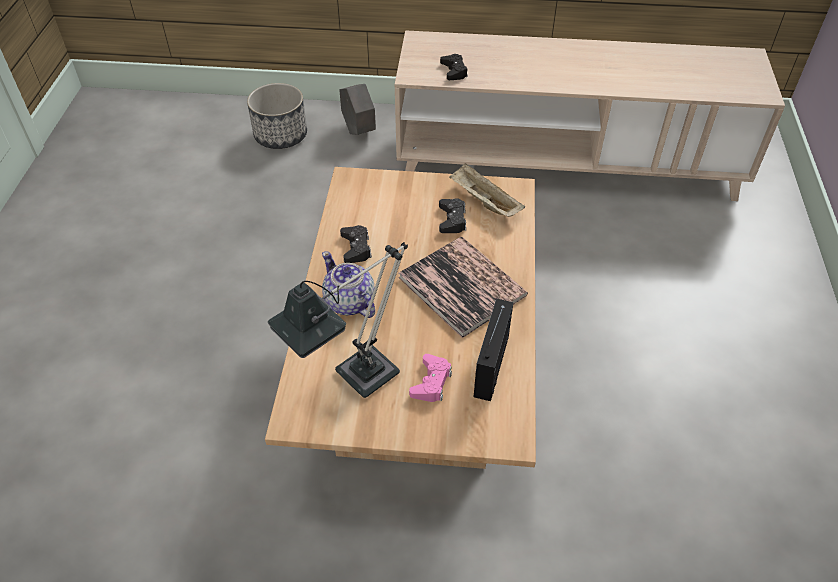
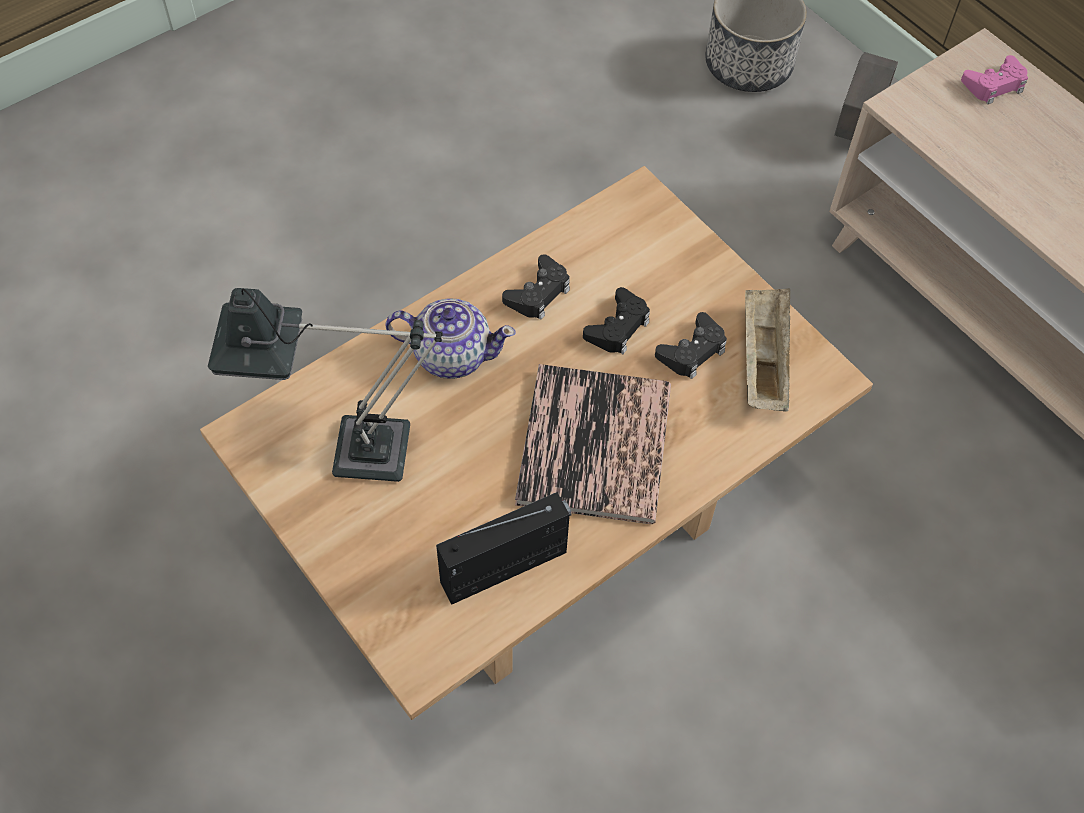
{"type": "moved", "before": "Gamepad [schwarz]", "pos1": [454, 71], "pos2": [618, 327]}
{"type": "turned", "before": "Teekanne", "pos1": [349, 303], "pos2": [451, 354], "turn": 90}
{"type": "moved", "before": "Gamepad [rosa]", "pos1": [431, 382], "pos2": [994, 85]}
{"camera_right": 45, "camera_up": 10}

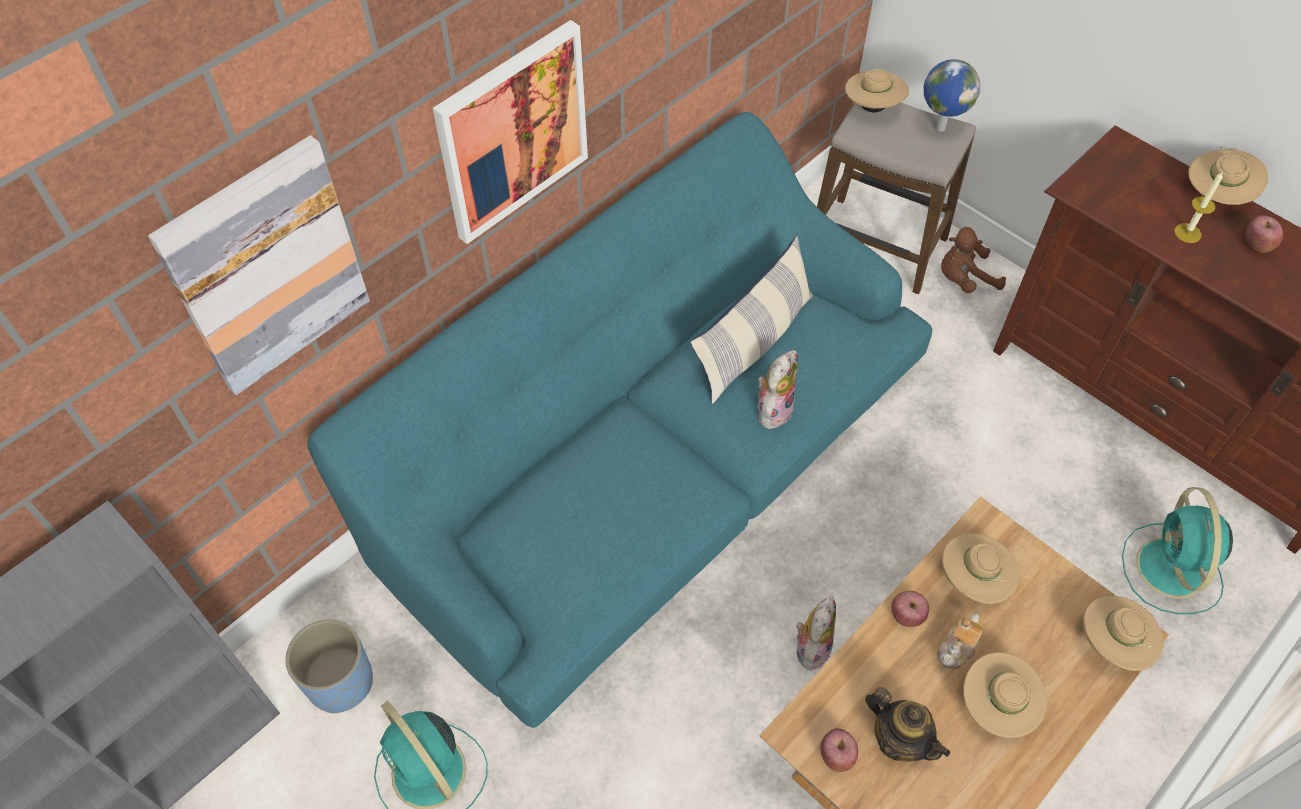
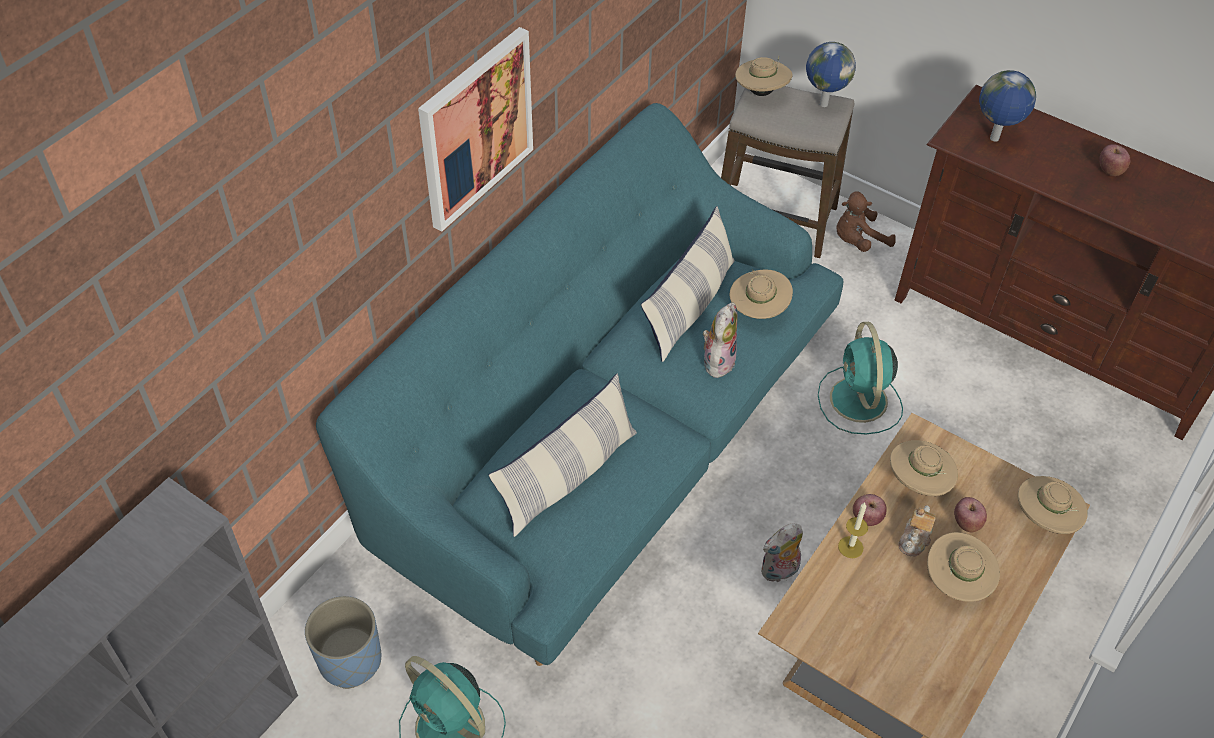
{"type": "removed", "before": "Bild", "pos1": [267, 268]}
{"type": "moved", "before": "Hut [beige]", "pos1": [1215, 196], "pos2": [758, 309]}
{"type": "moved", "before": "Kerze", "pos1": [1187, 233], "pos2": [850, 547]}
{"type": "moved", "before": "Ventilator [türkis]", "pos1": [1170, 571], "pos2": [859, 402]}
{"type": "turned", "before": "Plüschtier", "pos1": [811, 647], "pos2": [779, 572], "turn": -135}
{"type": "removed", "before": "Teekanne", "pos1": [899, 740]}
{"type": "moved", "before": "Apfel", "pos1": [836, 756], "pos2": [966, 523]}
{"type": "added", "after": "Globus", "pos2": [994, 139]}
{"type": "added", "after": "Kissen", "pos2": [568, 476]}
{"camera_right": -10, "camera_up": -5}

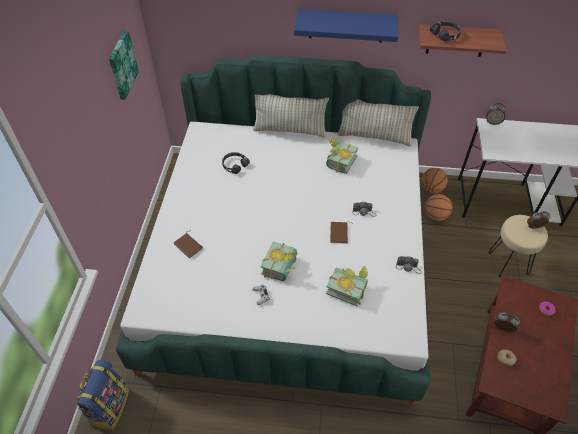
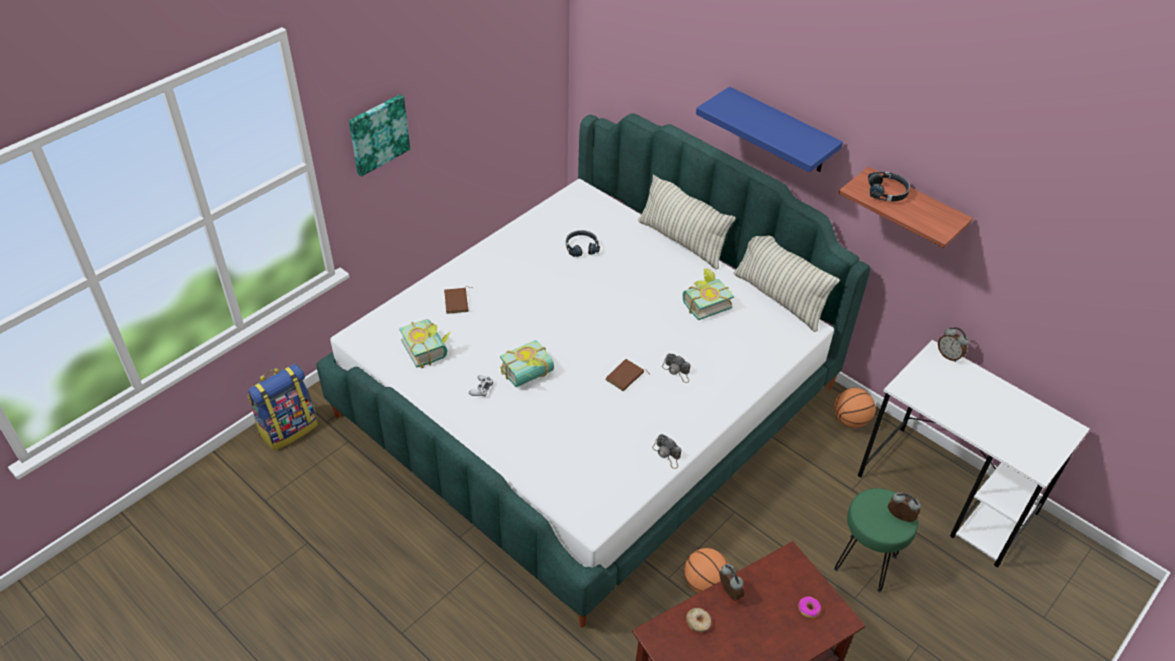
{"type": "moved", "before": "Bild", "pos1": [122, 65], "pos2": [378, 134]}
{"type": "moved", "before": "Basketball", "pos1": [435, 216], "pos2": [704, 583]}
{"type": "recoloured", "before": "Hocker [beige]", "after": "Hocker [grün]", "pos1": [508, 263], "pos2": [864, 563]}
{"type": "moved", "before": "Buch", "pos1": [347, 287], "pos2": [429, 349]}
{"camera_right": 35, "camera_up": -5}

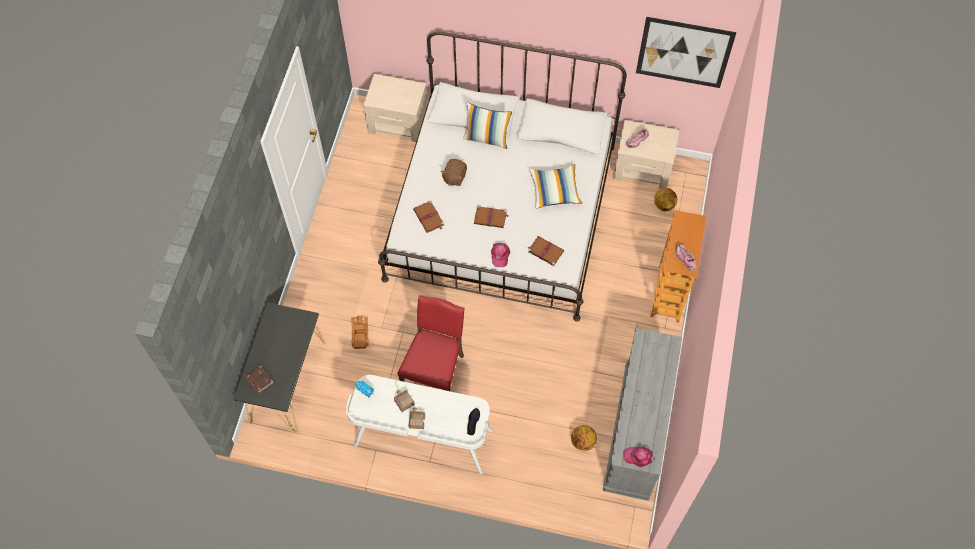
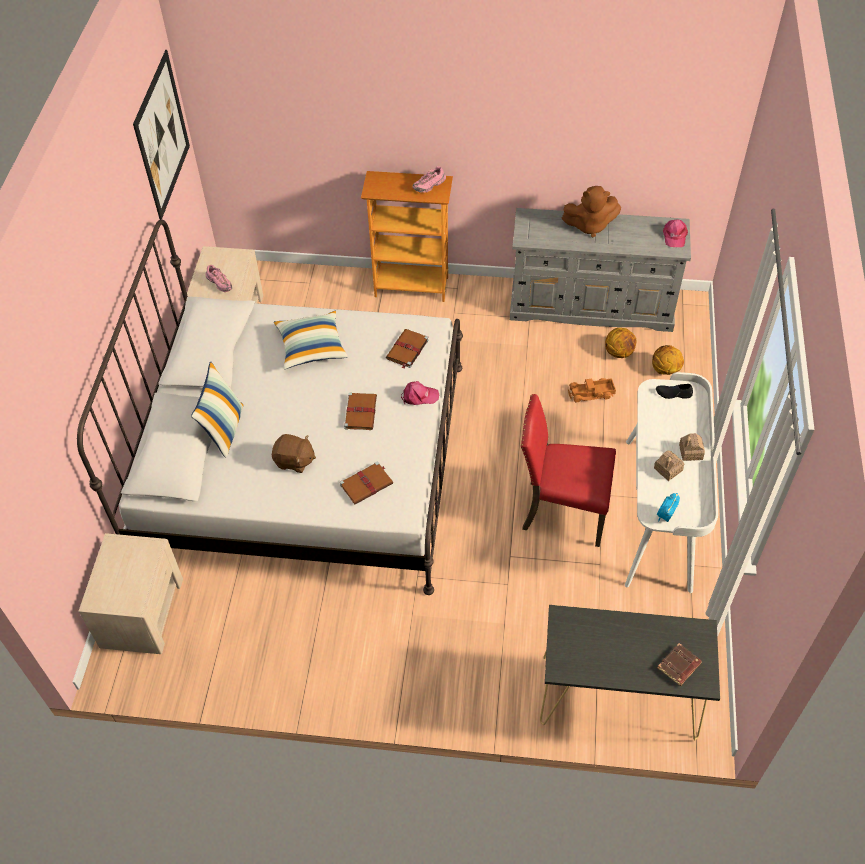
{"type": "moved", "before": "Basketball", "pos1": [664, 205], "pos2": [665, 370]}
{"type": "moved", "before": "Spielzeuglaster", "pos1": [359, 334], "pos2": [591, 394]}
{"type": "added", "after": "Plüschtier [braun]", "pos2": [589, 225]}
{"camera_right": -95, "camera_up": -10}

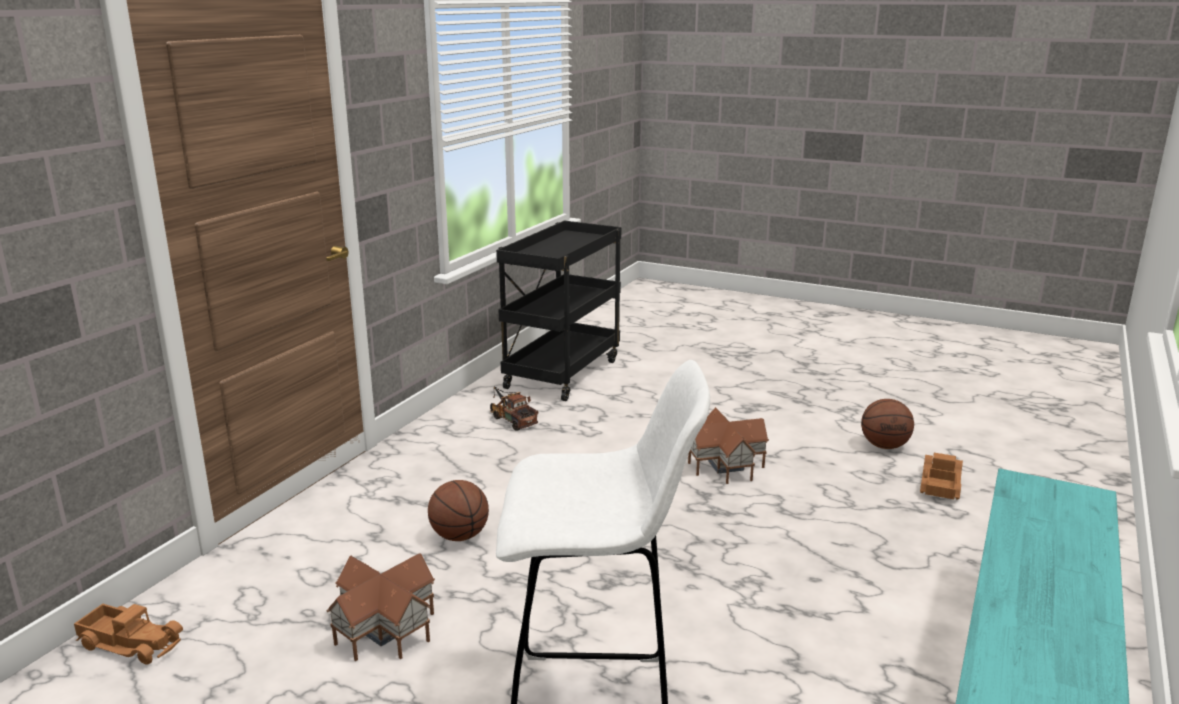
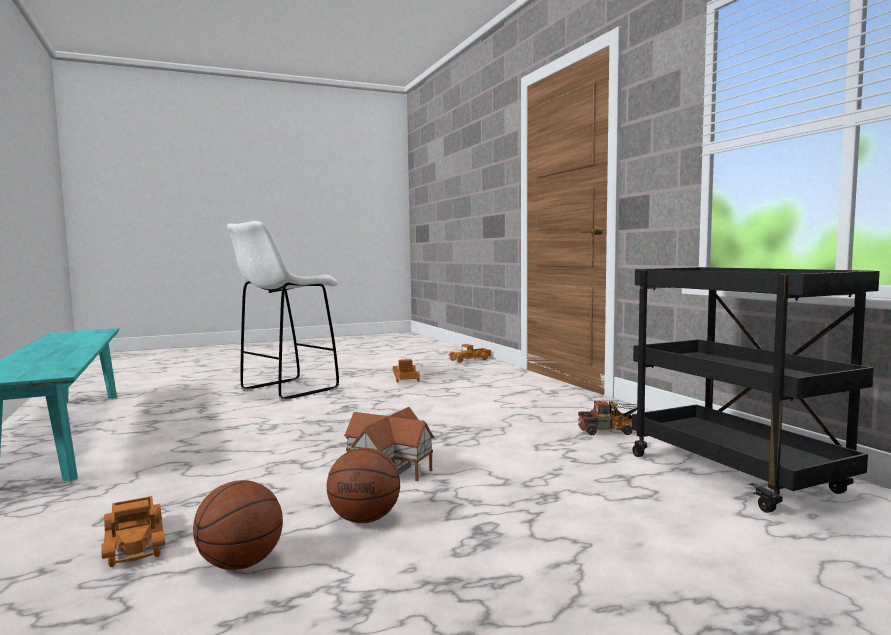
{"type": "moved", "before": "Basketball", "pos1": [459, 536], "pos2": [365, 519]}
{"type": "replaced", "before": "Spielzeughaus", "after": "Spielzeuglaster", "pos1": [387, 629], "pos2": [405, 378]}
{"camera_right": 130, "camera_up": -15}

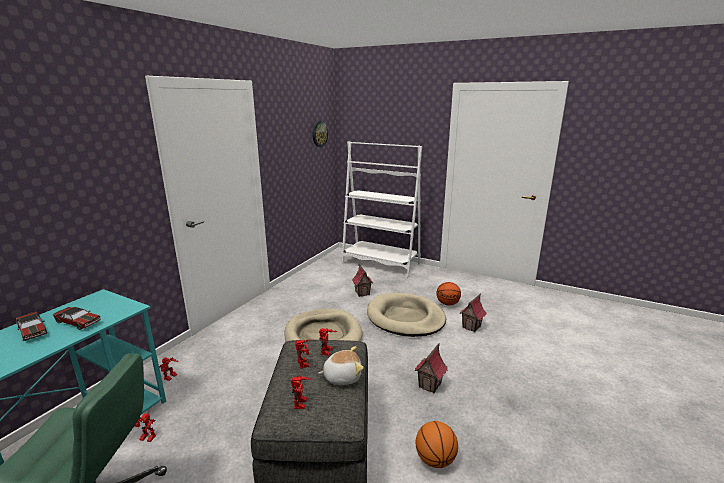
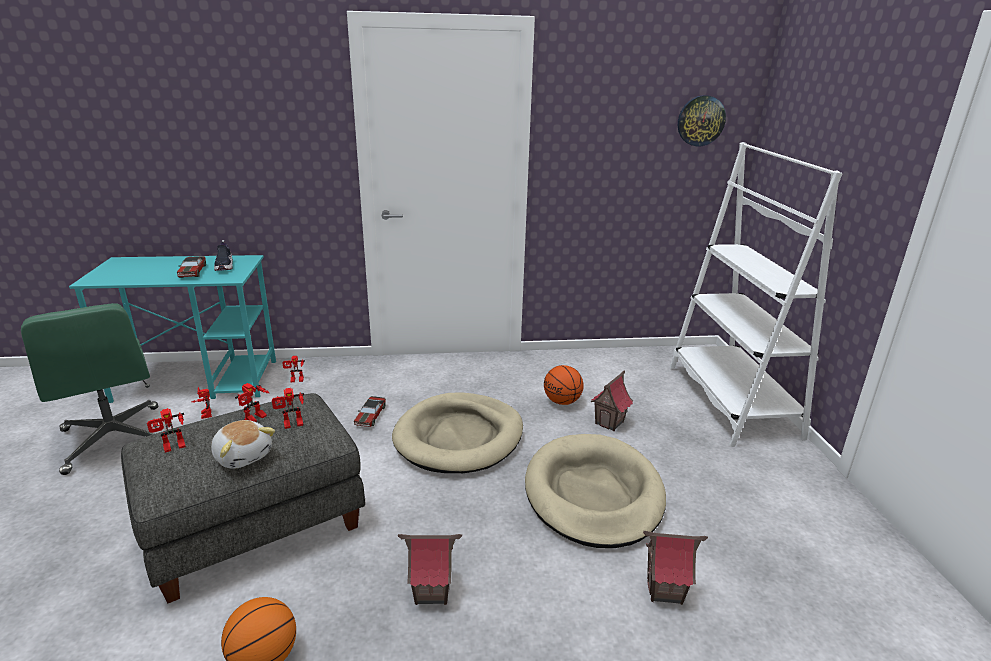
{"type": "moved", "before": "Basketball", "pos1": [448, 304], "pos2": [562, 402]}
{"type": "moved", "before": "Spielzeugauto", "pos1": [32, 330], "pos2": [370, 416]}
{"type": "added", "after": "Schuh", "pos2": [224, 266]}
{"camera_right": 55, "camera_up": 5}

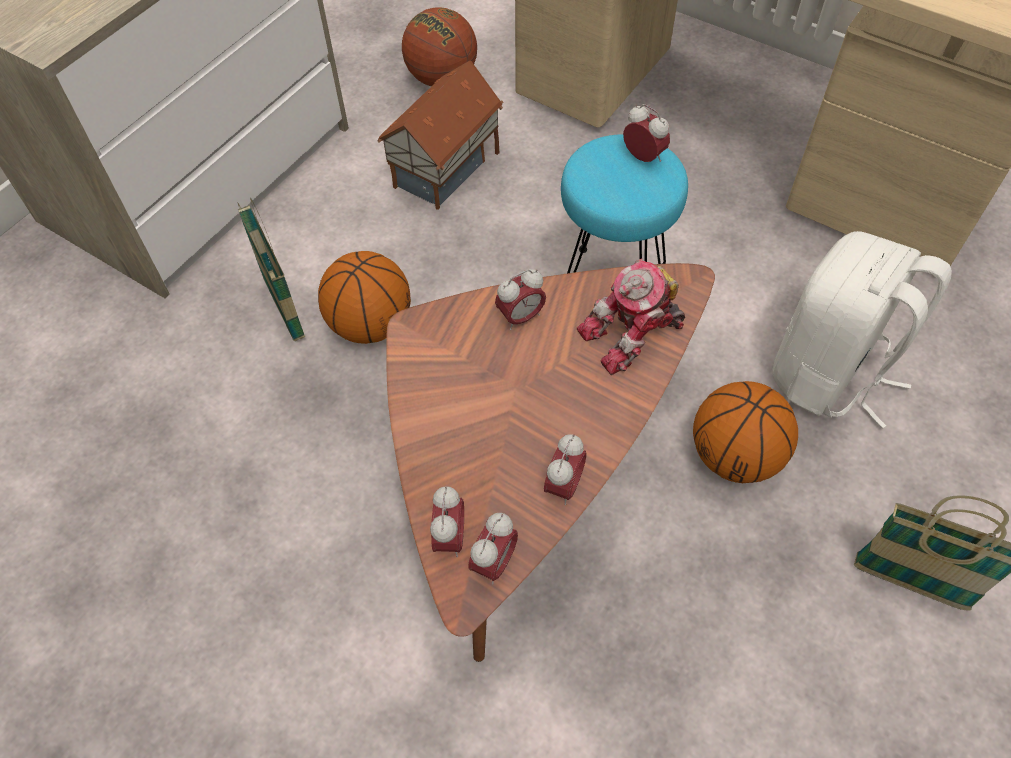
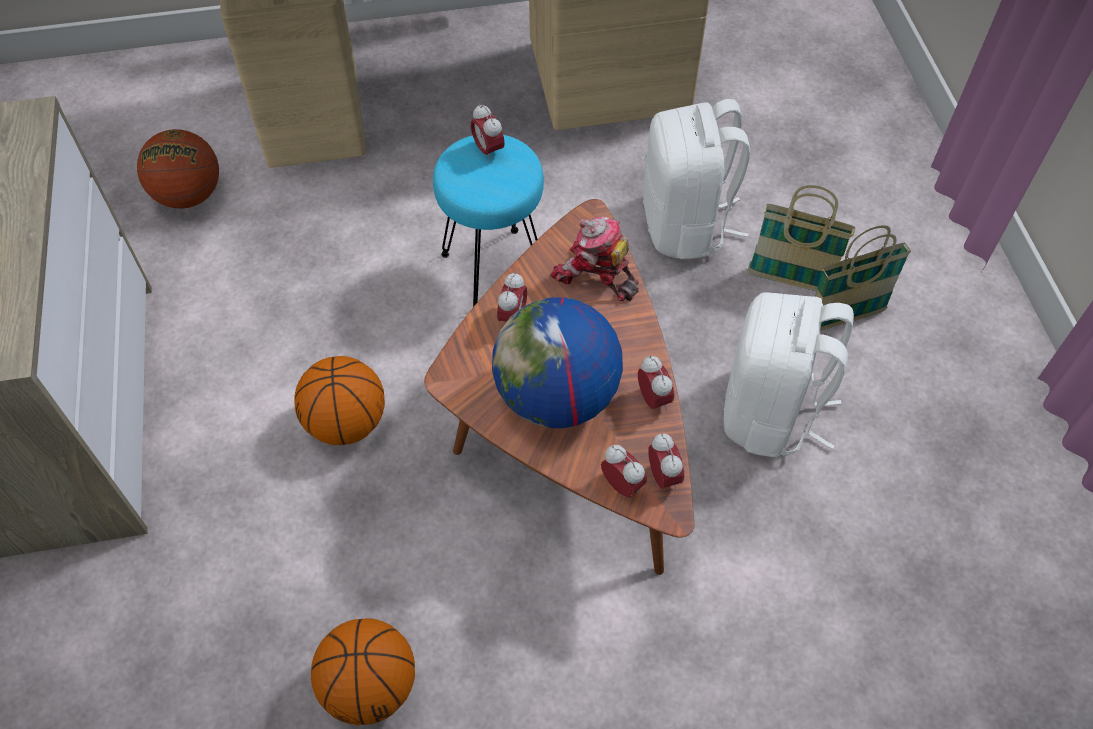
{"type": "removed", "before": "Spielzeughaus", "pos1": [447, 170]}
{"type": "turned", "before": "Wecker", "pos1": [643, 157], "pos2": [488, 150], "turn": -120}
{"type": "moved", "before": "Korb", "pos1": [284, 309], "pos2": [789, 280]}
{"type": "turned", "before": "Spielzeugroboter", "pos1": [633, 335], "pos2": [595, 276], "turn": 105}
{"type": "moved", "before": "Basketball", "pos1": [734, 456], "pos2": [370, 686]}
{"type": "added", "after": "Rucksack [weiß]", "pos2": [771, 413]}
{"type": "added", "after": "Globus", "pos2": [556, 397]}
{"camera_right": -45, "camera_up": 0}

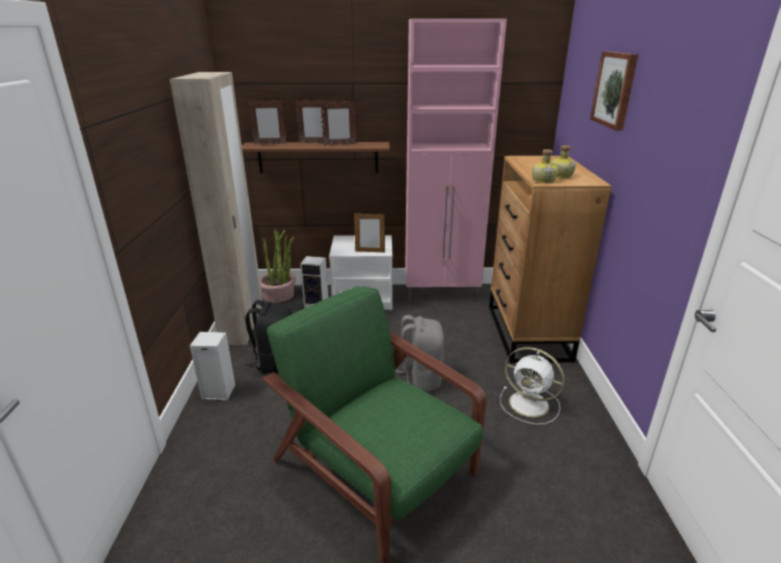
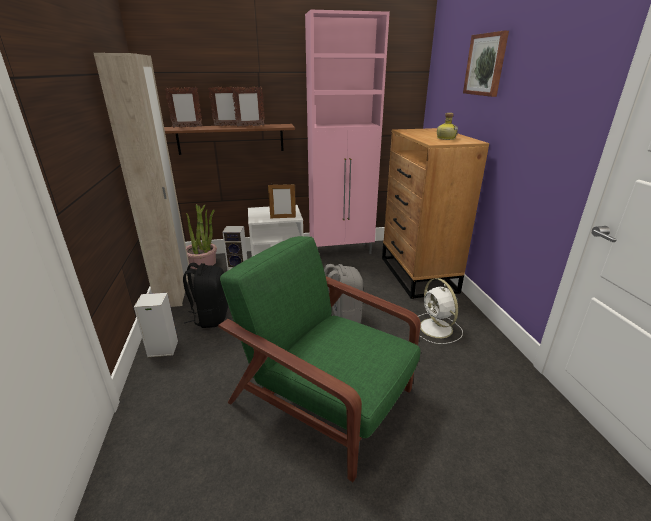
{"type": "removed", "before": "Flasche", "pos1": [544, 180]}
{"type": "turned", "before": "Ventilator [weiß]", "pos1": [530, 404], "pos2": [437, 329], "turn": 45}
{"camera_right": -10, "camera_up": 0}

